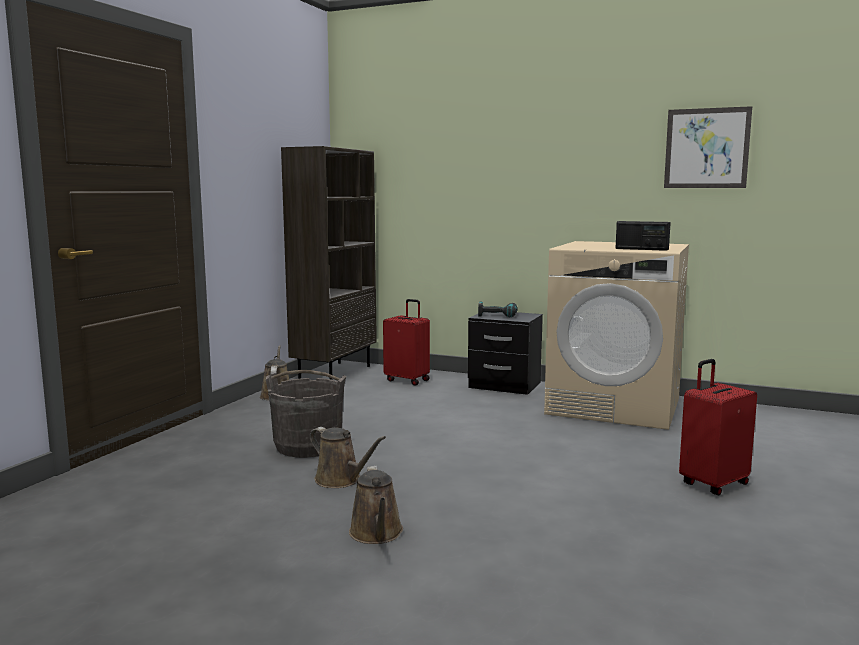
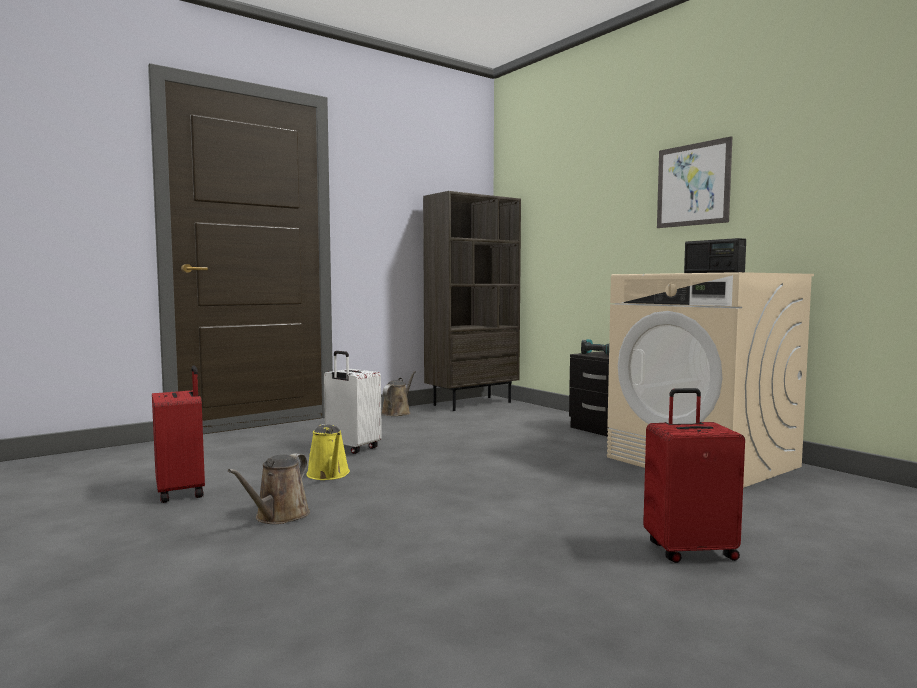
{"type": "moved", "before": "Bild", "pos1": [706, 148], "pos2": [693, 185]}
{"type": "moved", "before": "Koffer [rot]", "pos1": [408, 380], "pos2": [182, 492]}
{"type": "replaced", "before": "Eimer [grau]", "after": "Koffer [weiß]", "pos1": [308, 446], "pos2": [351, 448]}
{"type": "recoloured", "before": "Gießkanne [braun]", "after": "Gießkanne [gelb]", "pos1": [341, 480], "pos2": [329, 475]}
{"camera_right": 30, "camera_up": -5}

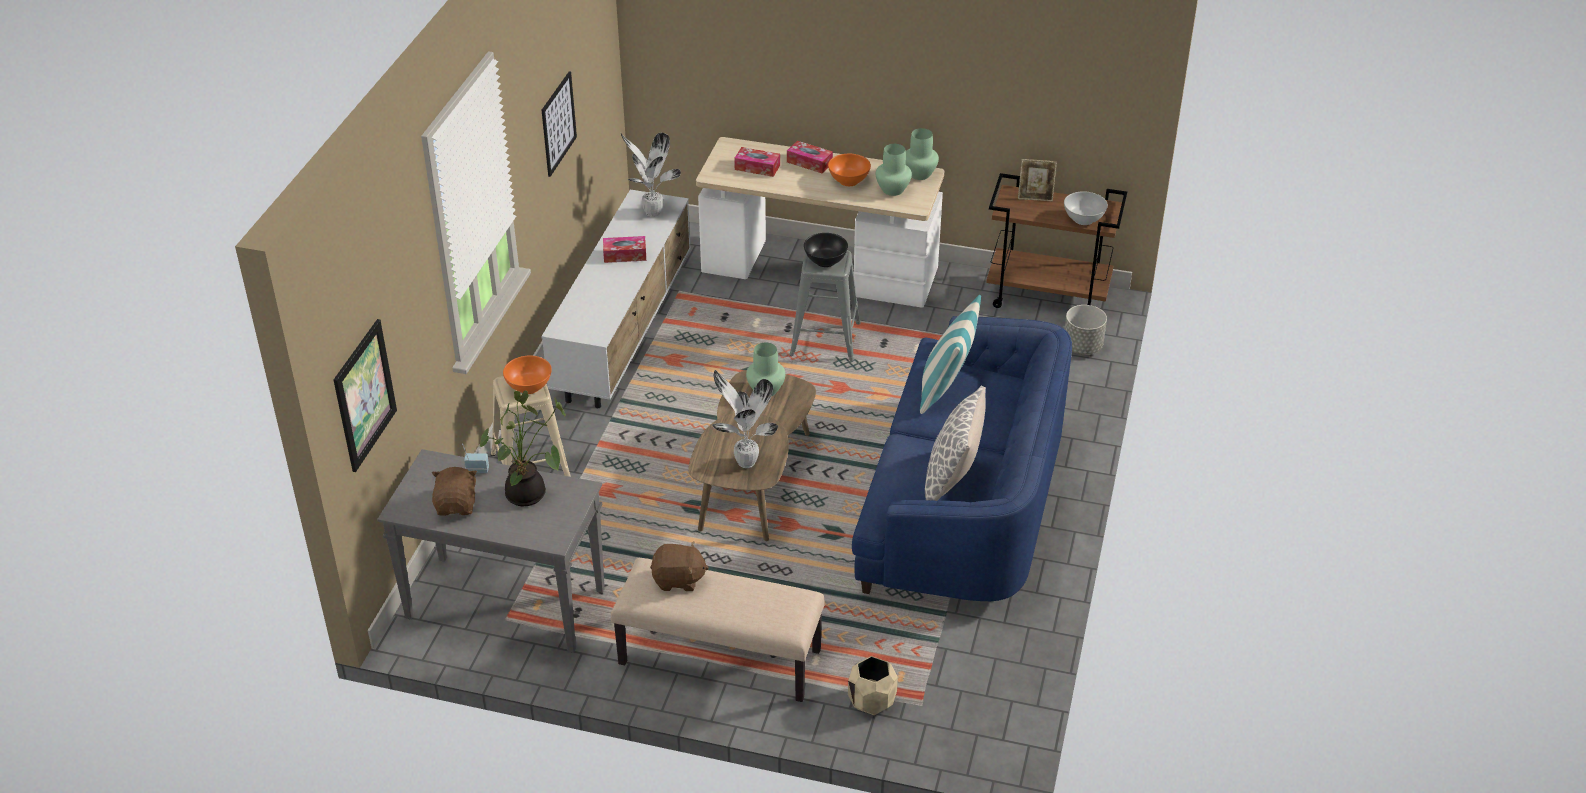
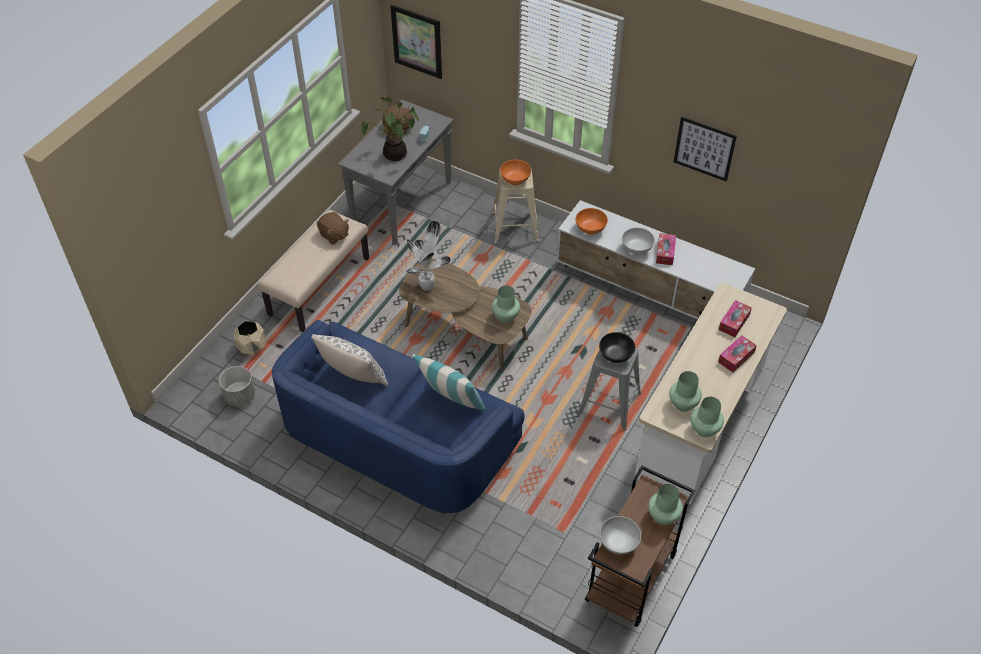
{"type": "removed", "before": "Topfpflanze", "pos1": [651, 212]}
{"type": "moved", "before": "Schüssel [orange]", "pos1": [848, 181], "pos2": [590, 229]}
{"type": "replaced", "before": "Bilderrahmen", "after": "Vase [grün]", "pos1": [1035, 196], "pos2": [663, 516]}
{"type": "moved", "before": "Pflanzkübel [grau]", "pos1": [1082, 347], "pos2": [240, 396]}
{"type": "turned", "before": "Plüschtier [braun]", "pos1": [678, 579], "pos2": [334, 235], "turn": -60}
{"type": "added", "after": "Schüssel [weiß]", "pos2": [637, 249]}
{"camera_right": 105, "camera_up": 10}

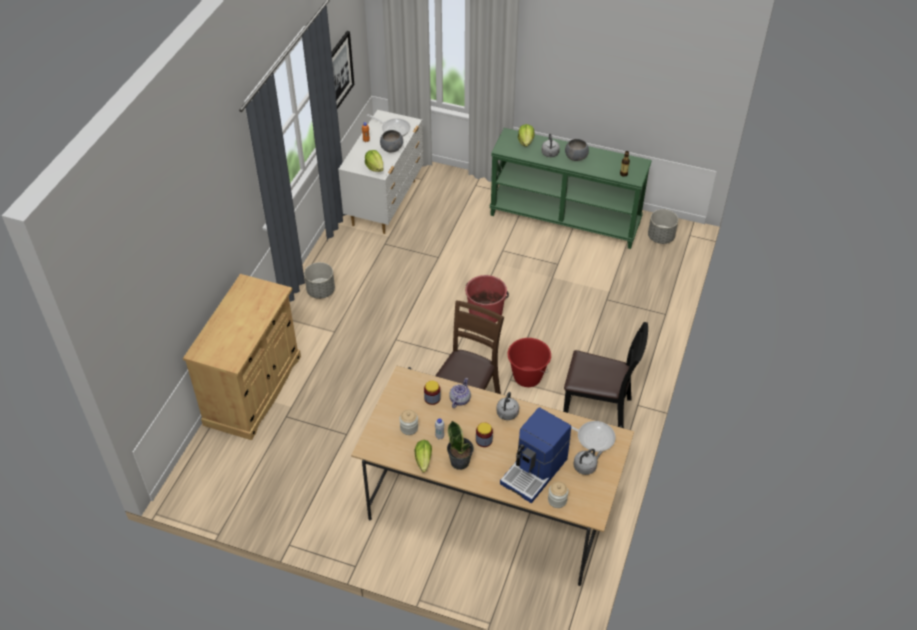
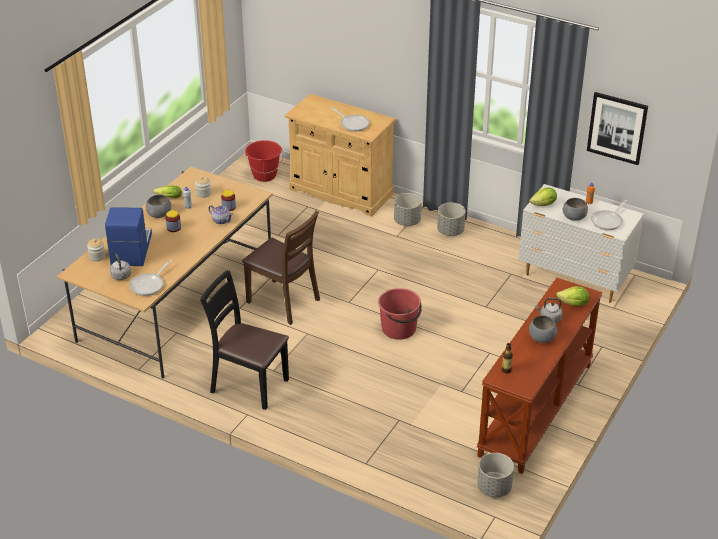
{"type": "recoloured", "before": "Konsolentisch [grün]", "after": "Konsolentisch [braun]", "pos1": [565, 219], "pos2": [536, 410]}
{"type": "turned", "before": "Stuhl [schwarz]", "pos1": [598, 411], "pos2": [249, 385], "turn": 90}
{"type": "moved", "before": "Eimer [rot]", "pos1": [527, 377], "pos2": [264, 175]}
{"type": "removed", "before": "Wasserkessel [grau]", "pos1": [507, 414]}
{"type": "turned", "before": "Kaffeemaschine", "pos1": [535, 471], "pos2": [130, 250], "turn": 45}
{"type": "replaced", "before": "Topfpflanze", "after": "Schüssel [grau]", "pos1": [460, 461], "pos2": [159, 214]}
{"type": "added", "after": "Pfanne", "pos2": [353, 124]}
{"type": "added", "after": "Pflanzkübel [grau]", "pos2": [407, 221]}
{"camera_right": 100, "camera_up": -10}

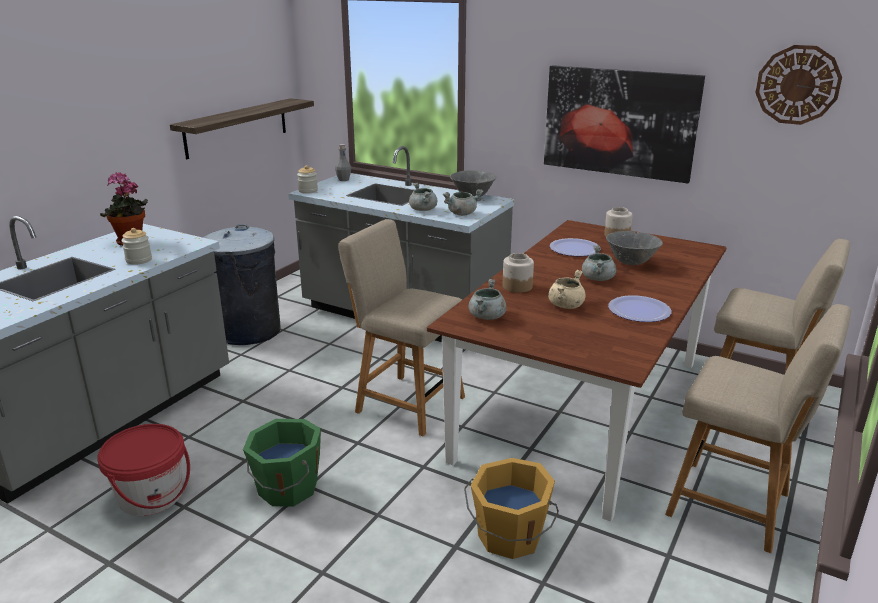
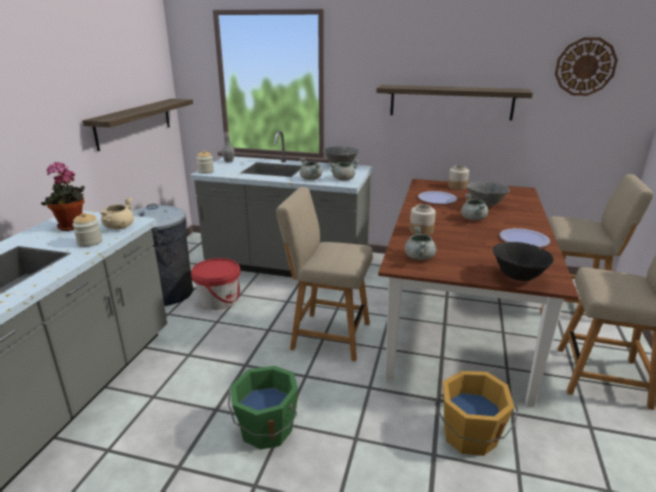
{"type": "replaced", "before": "Bild", "after": "Wandregal", "pos1": [619, 122], "pos2": [451, 102]}
{"type": "moved", "before": "Kochtopf [beige]", "pos1": [566, 305], "pos2": [119, 227]}
{"type": "moved", "before": "Eimer [rot]", "pos1": [151, 496], "pos2": [219, 300]}
{"type": "added", "after": "Schüssel [schwarz]", "pos2": [517, 277]}
{"camera_right": -15, "camera_up": 0}

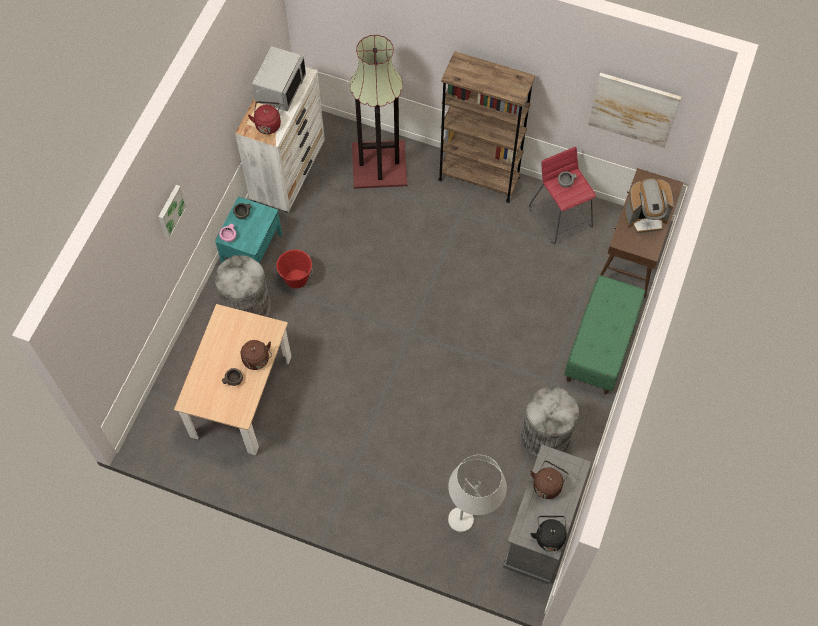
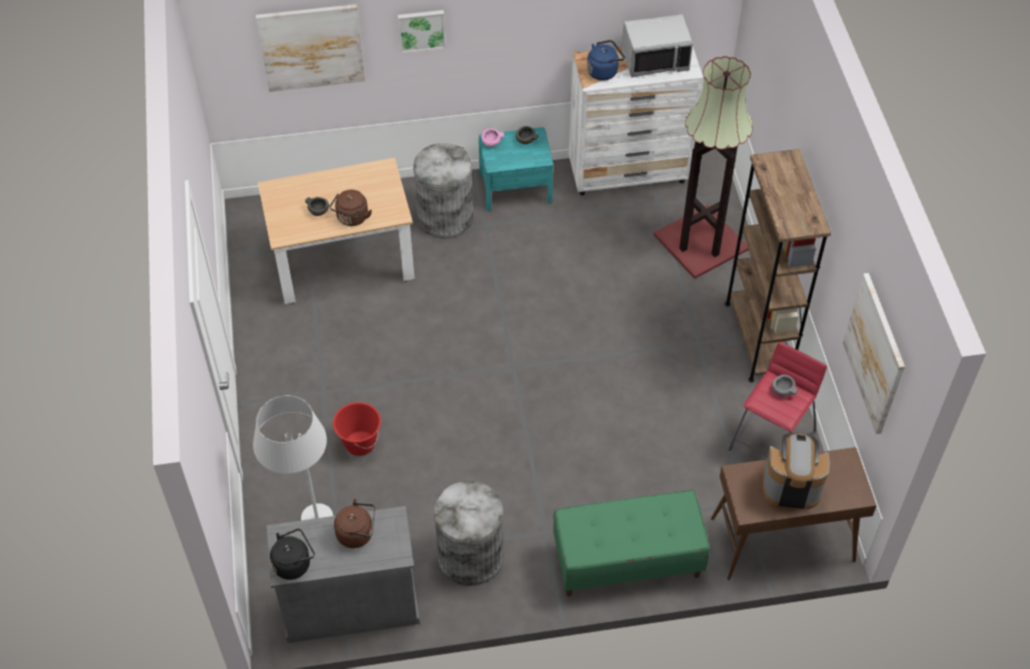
{"type": "recoloured", "before": "Wasserkessel [rot]", "after": "Wasserkessel [blau]", "pos1": [268, 124], "pos2": [604, 71]}
{"type": "turned", "before": "Kaffeemaschine", "pos1": [645, 218], "pos2": [791, 486], "turn": 135}
{"type": "moved", "before": "Eimer [rot]", "pos1": [296, 279], "pos2": [360, 443]}
{"type": "added", "after": "Bild", "pos2": [311, 47]}
{"camera_right": 60, "camera_up": -10}

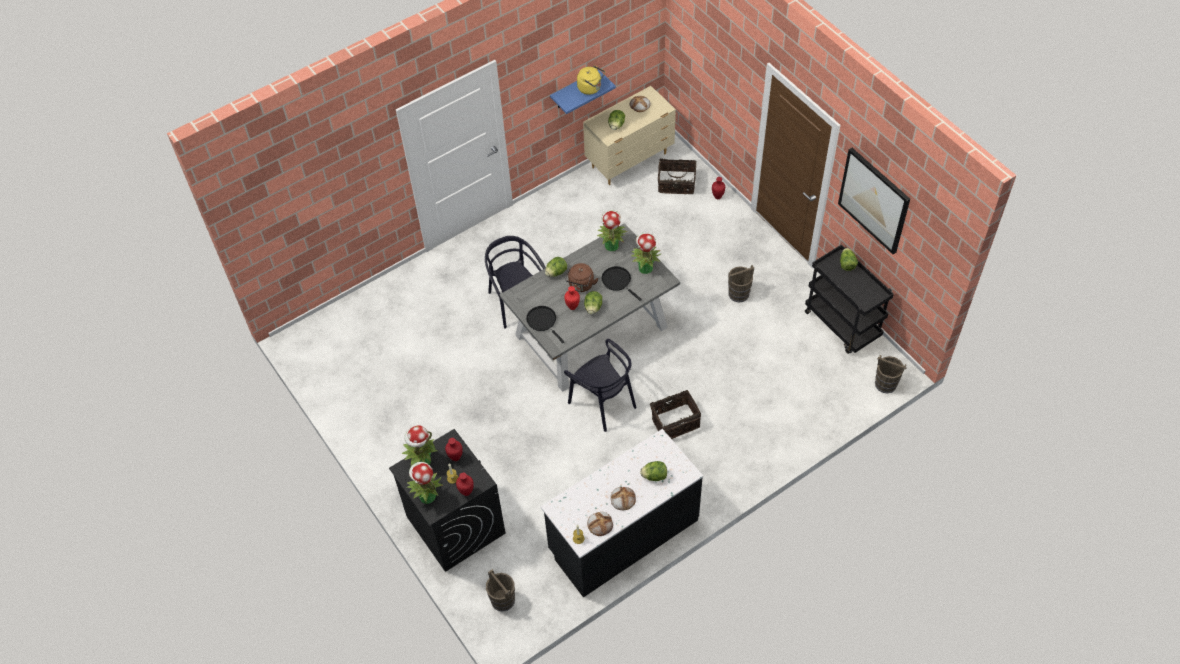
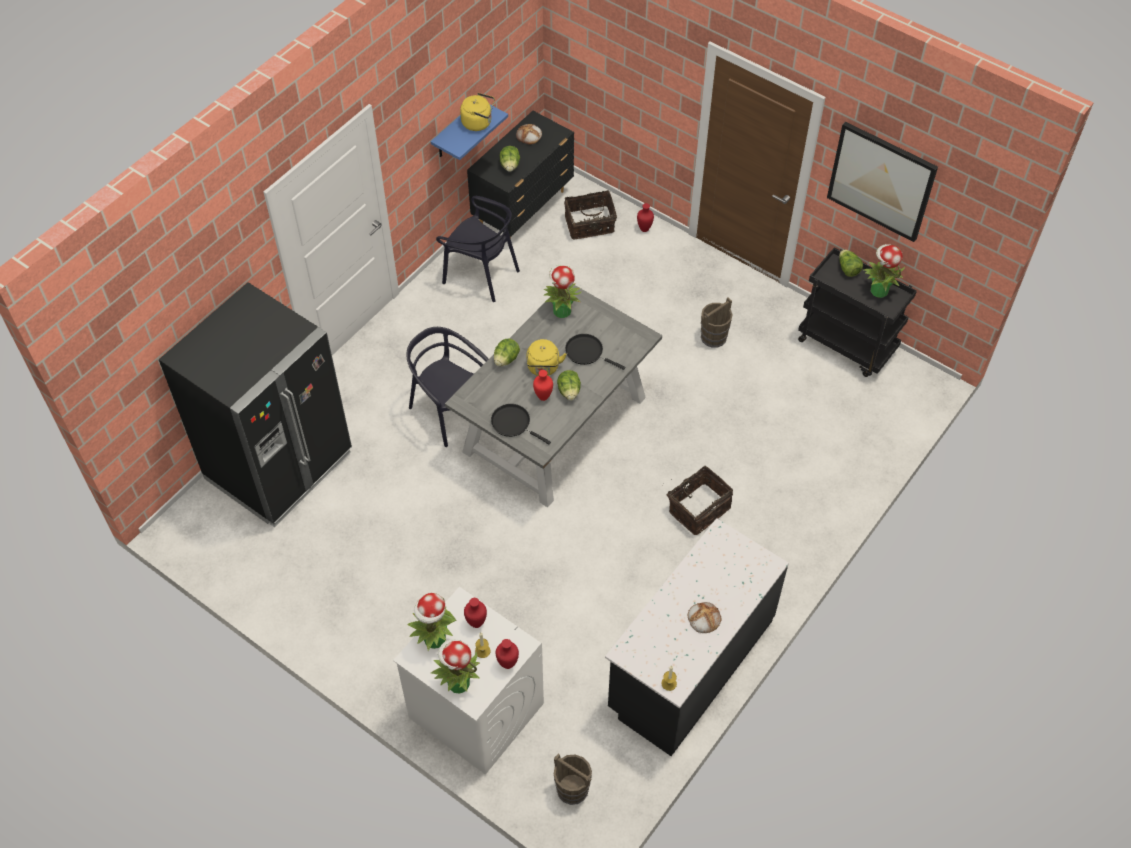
{"type": "recoloured", "before": "Kommode [beige]", "after": "Kommode [schwarz]", "pos1": [630, 161], "pos2": [524, 209]}
{"type": "moved", "before": "Topfpflanze", "pos1": [645, 267], "pos2": [878, 290]}
{"type": "recoloured", "before": "Wasserkessel [braun]", "after": "Wasserkessel [gelb]", "pos1": [581, 285], "pos2": [543, 368]}
{"type": "moved", "before": "Stuhl [schwarz]", "pos1": [603, 403], "pos2": [481, 274]}
{"type": "removed", "before": "Eimer [braun]", "pos1": [886, 384]}
{"type": "recoloured", "before": "Waschmaschine [schwarz]", "after": "Waschmaschine [weiß]", "pos1": [455, 524], "pos2": [475, 710]}
{"type": "removed", "before": "Salatkopf", "pos1": [654, 476]}
{"type": "removed", "before": "Brot", "pos1": [600, 524]}
{"type": "added", "after": "Kühlschrank [schwarz]", "pos2": [279, 466]}
{"camera_right": -20, "camera_up": 0}

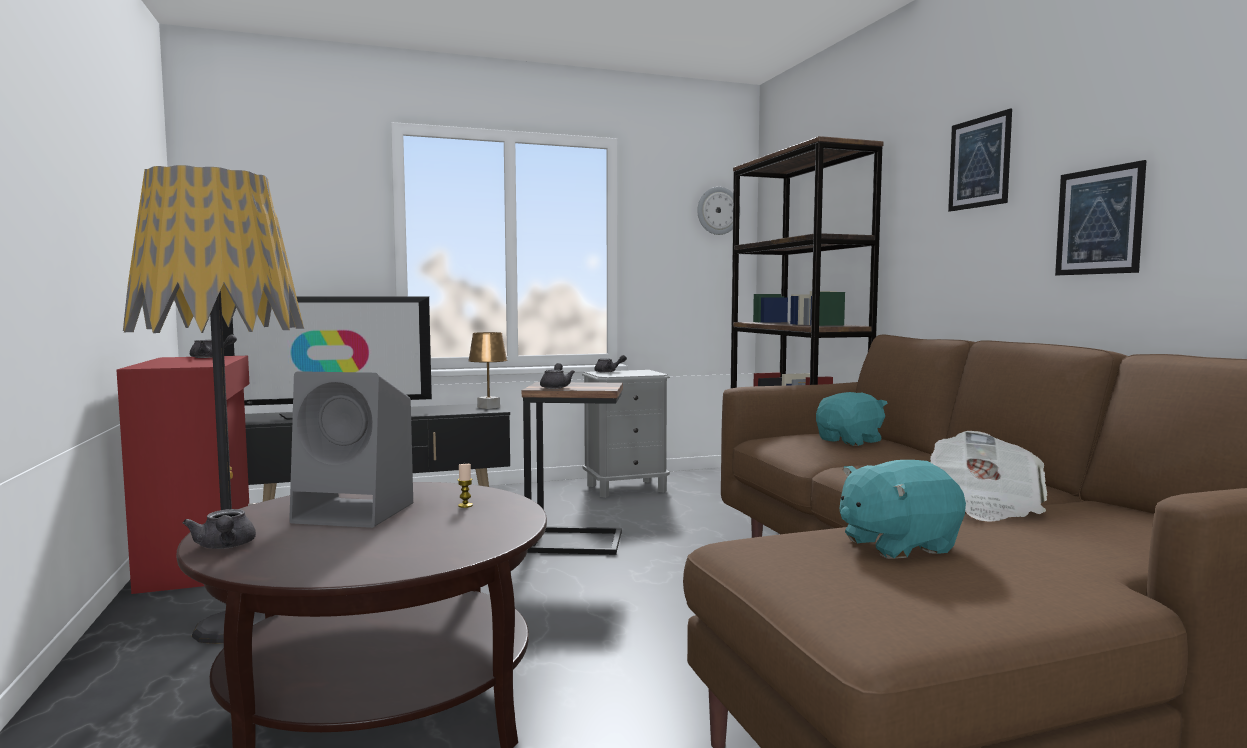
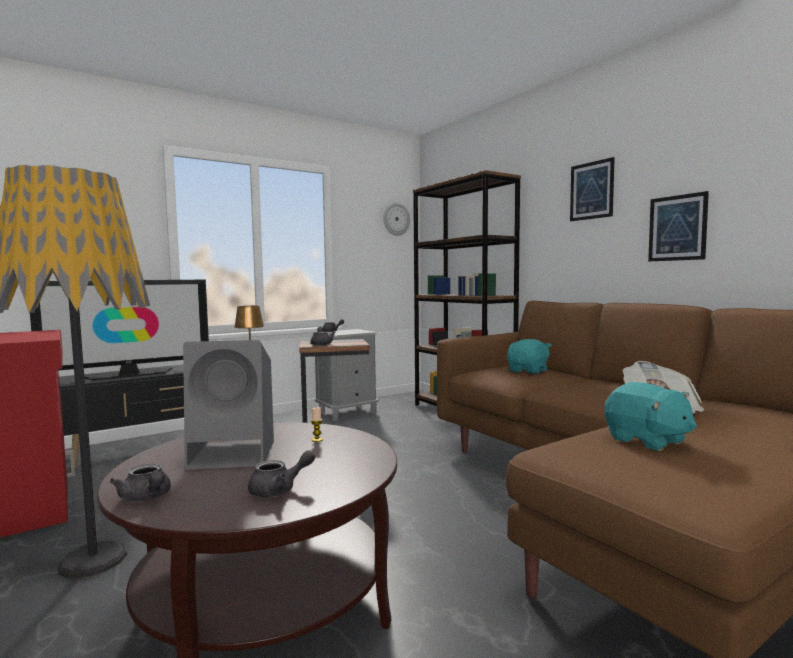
{"type": "moved", "before": "Teekanne [grau]", "pos1": [211, 357], "pos2": [279, 490]}
{"type": "turned", "before": "Plüschtier [türkis]", "pos1": [896, 545], "pos2": [647, 441], "turn": -90}
{"camera_right": -15, "camera_up": 0}

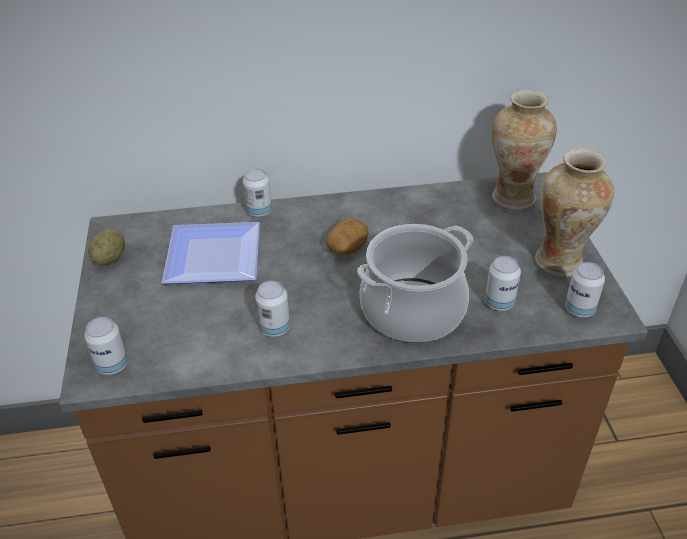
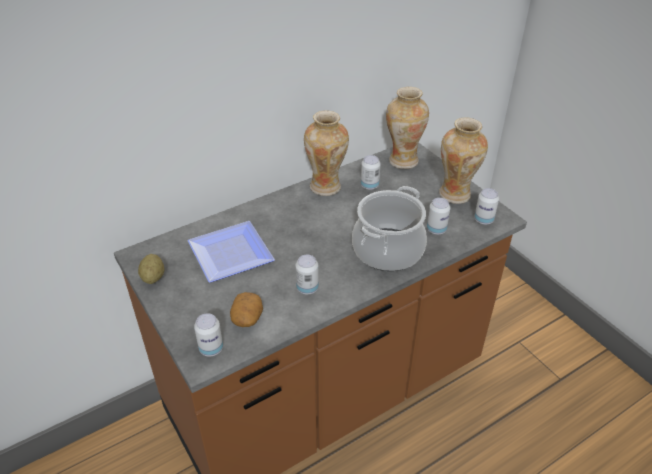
{"type": "moved", "before": "Dose", "pos1": [259, 211], "pos2": [369, 186]}
{"type": "moved", "before": "Kartoffel", "pos1": [347, 248], "pos2": [247, 318]}
{"type": "added", "after": "Vase", "pos2": [326, 187]}
{"camera_right": -25, "camera_up": 0}

